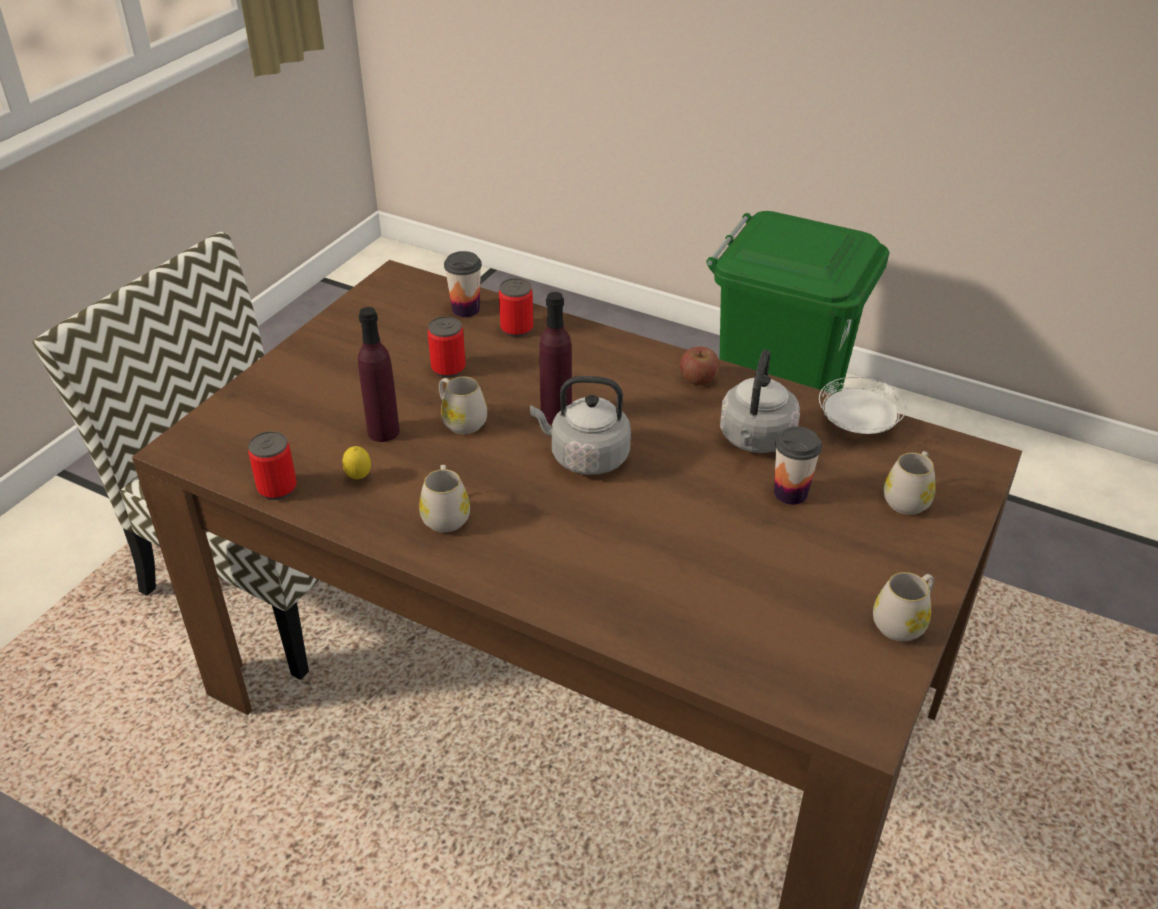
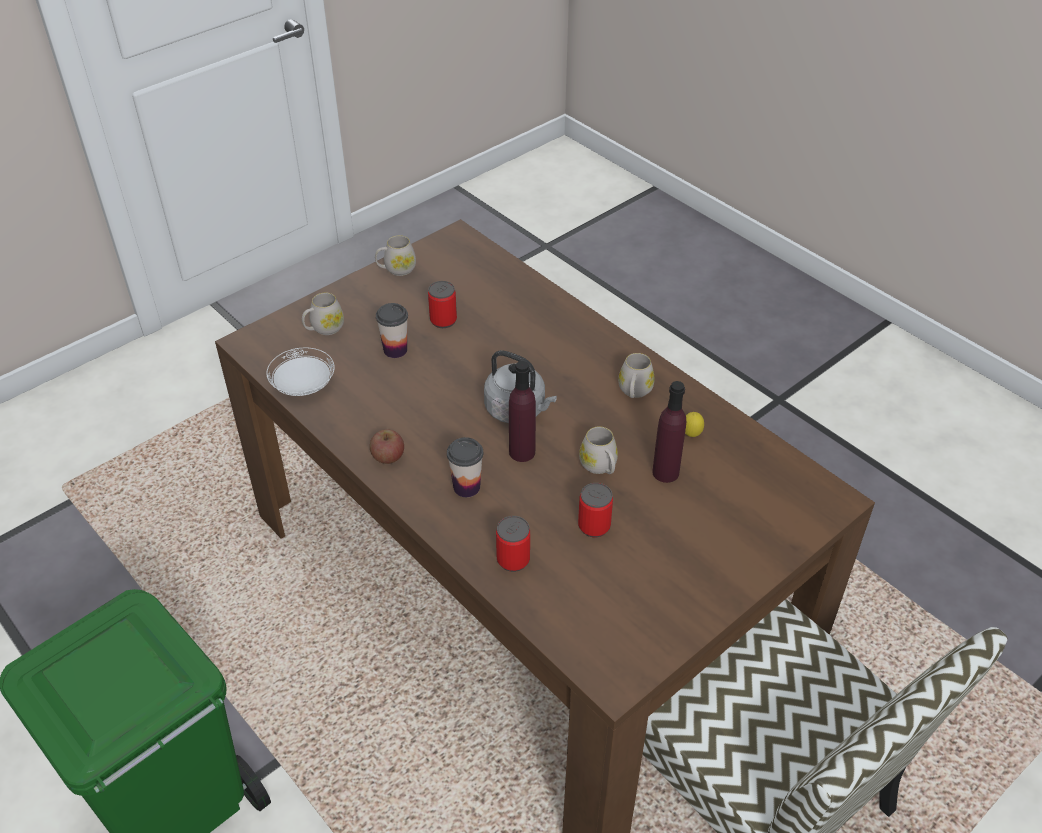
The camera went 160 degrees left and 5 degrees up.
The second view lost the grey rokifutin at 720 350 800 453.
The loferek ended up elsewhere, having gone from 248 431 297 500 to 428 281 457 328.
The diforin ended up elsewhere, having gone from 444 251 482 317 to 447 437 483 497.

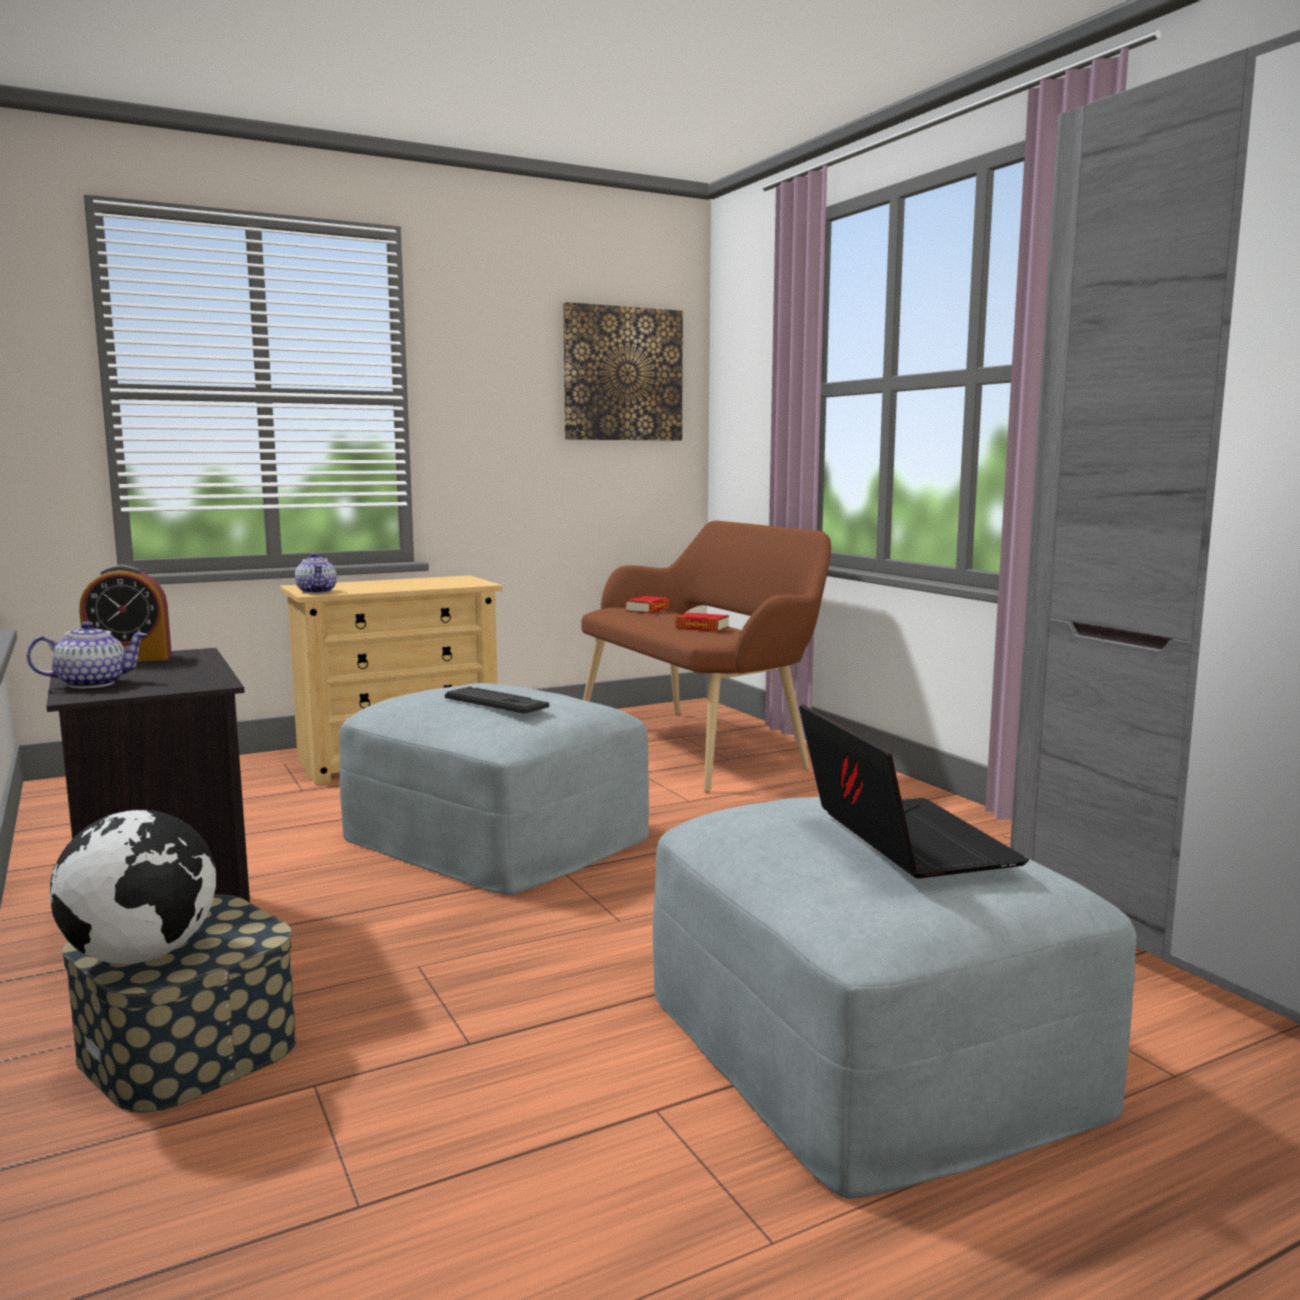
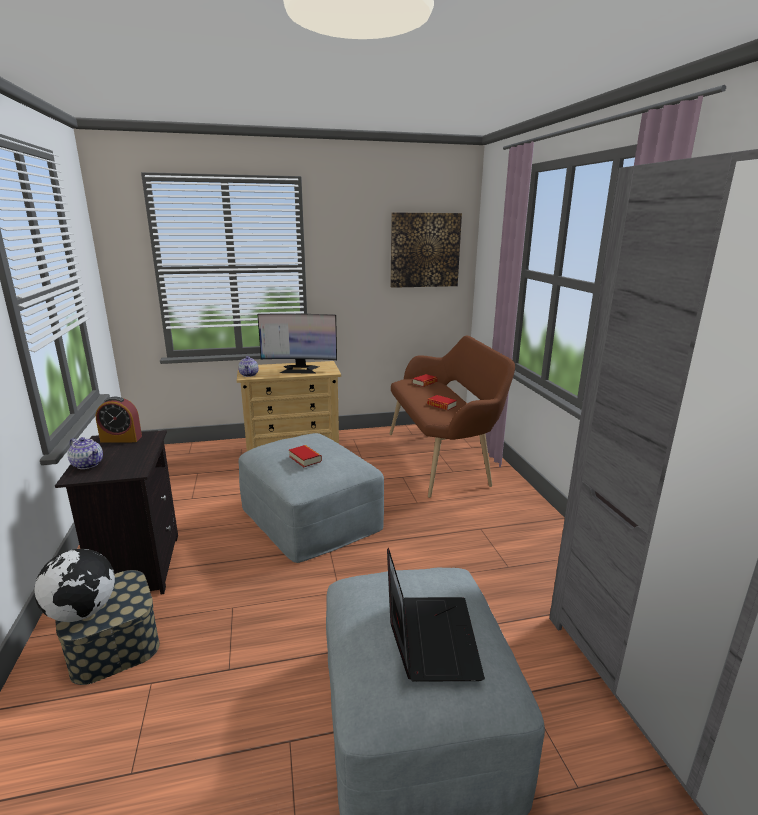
The camera went 15 degrees right and 10 degrees up.
The second view gained the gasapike at 257 314 337 374.
Where the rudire stood at 445 686 549 714, the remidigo came to stand at 289 445 322 467.
The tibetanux at 27 621 148 688 ended up facing another way, 45 degrees clockwise from before.

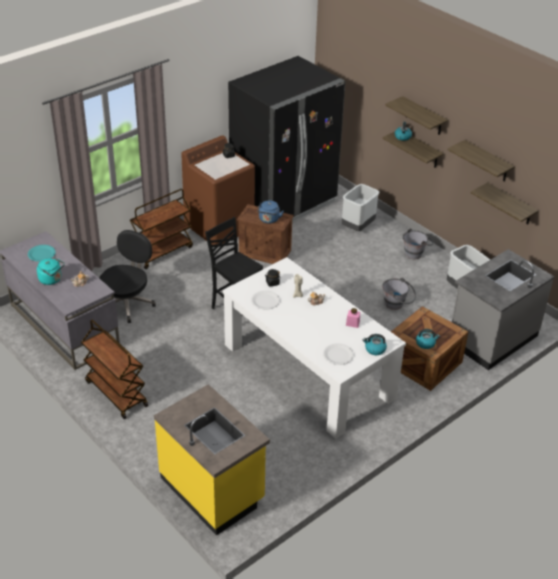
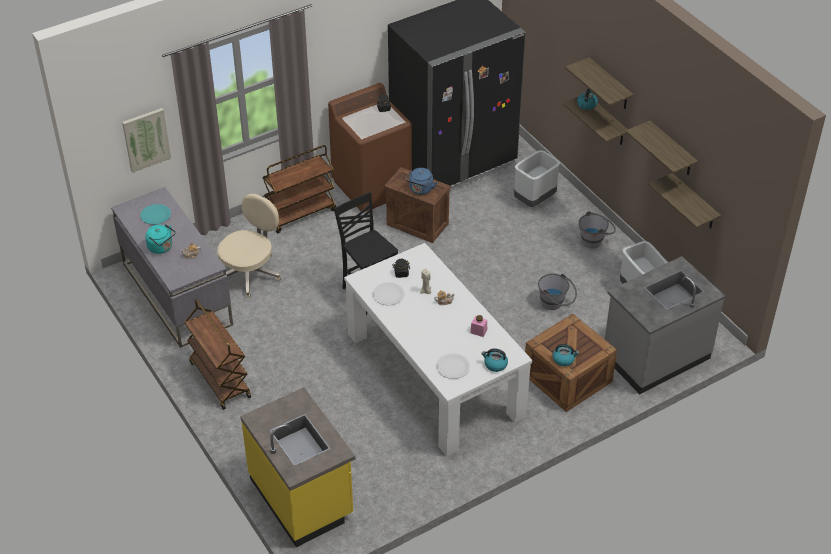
The camera went 10 degrees right and 5 degrees up.
The second view gained the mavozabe at 122 108 171 173.
What was the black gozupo at 99 230 156 323 turned into the beige gozupo at 217 194 281 298.

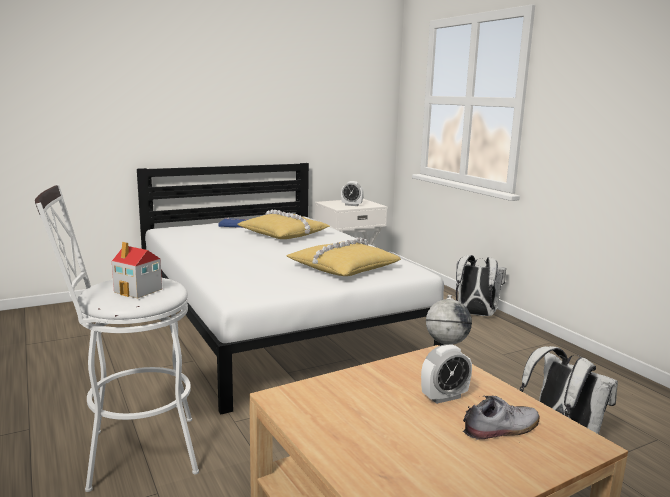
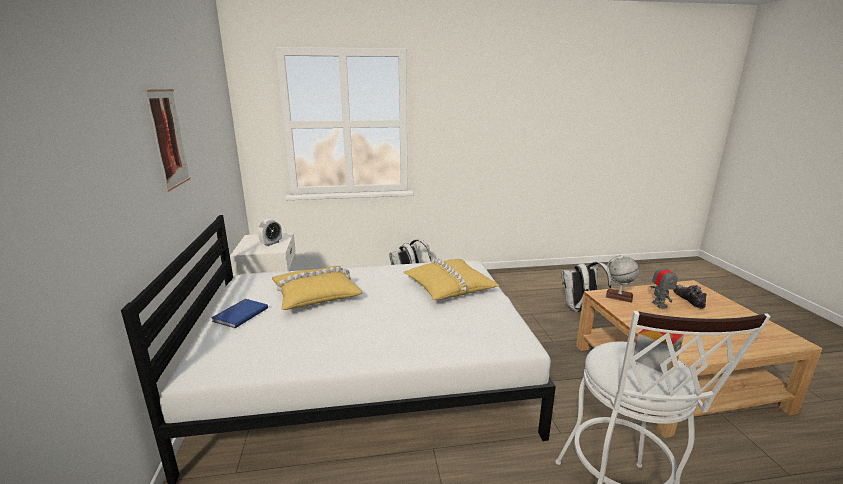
The camera went 70 degrees left and 5 degrees up.
The second view gained the mavozabe at 145 89 190 192.
Where the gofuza stood at 421 344 472 404, the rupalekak came to stand at 650 260 678 309.

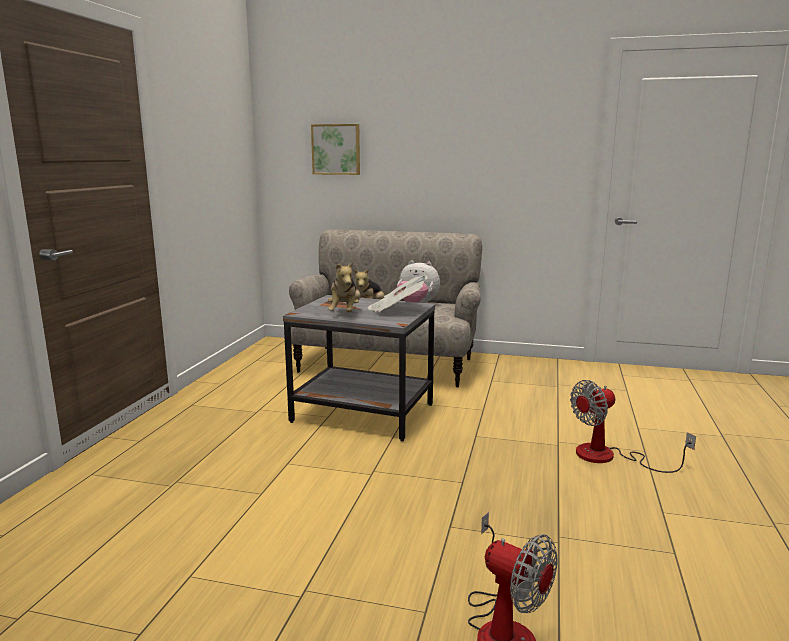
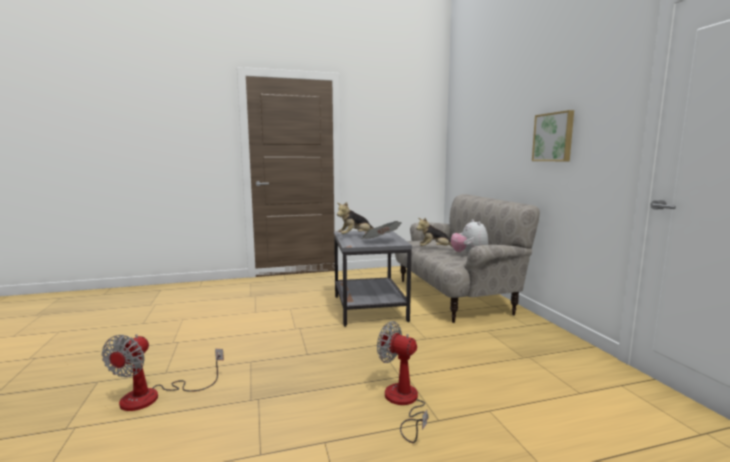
The camera went 60 degrees right and 5 degrees down.
The mavozabe ended up elsewhere, having gone from 311 124 360 175 to 532 110 574 161.

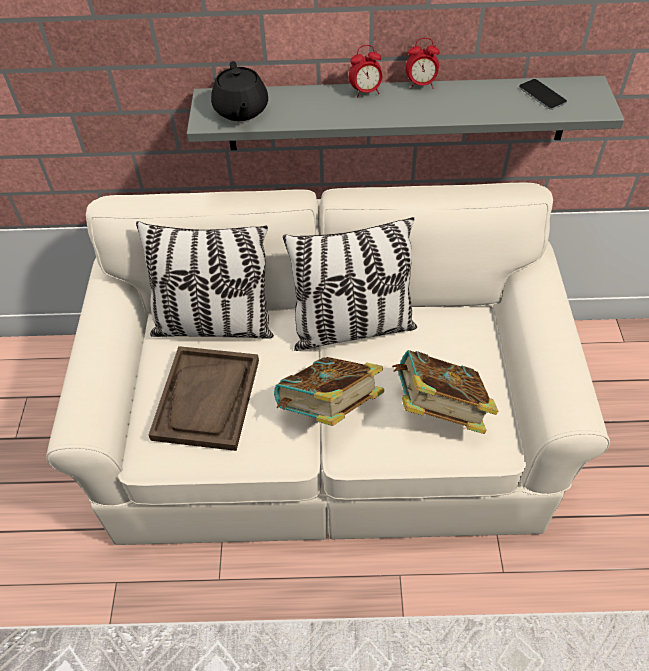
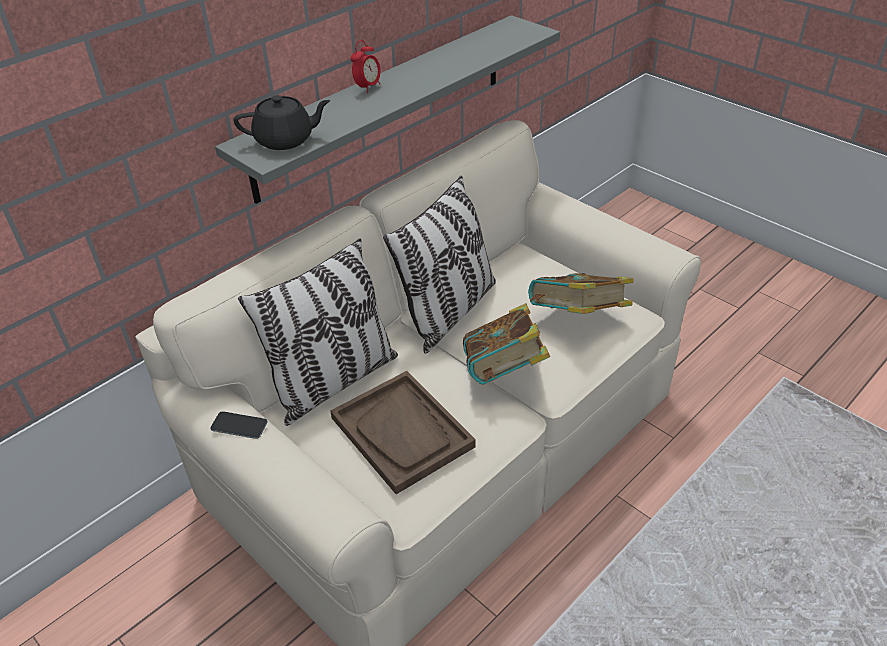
The camera went 45 degrees left and 10 degrees down.
The second view lost the gofuza at 405 38 440 89.
The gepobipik ended up elsewhere, having gone from 519 79 567 110 to 210 411 268 439.
The black tibetanux at 211 61 268 121 ended up facing another way, 45 degrees counterclockwise from before.

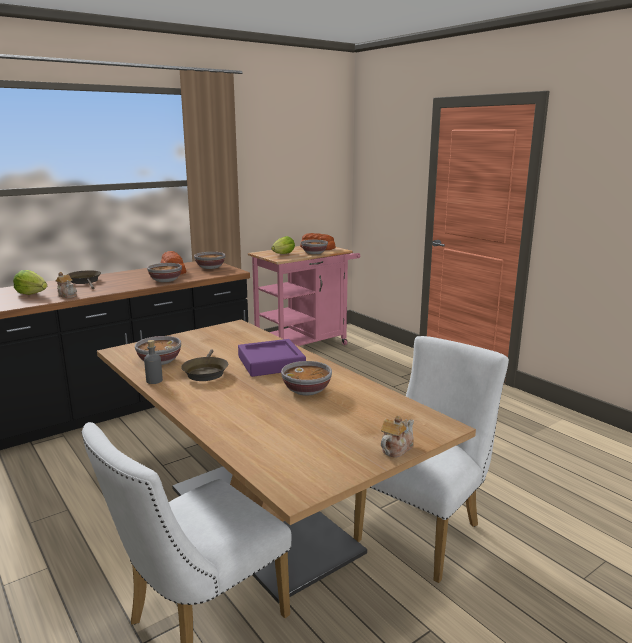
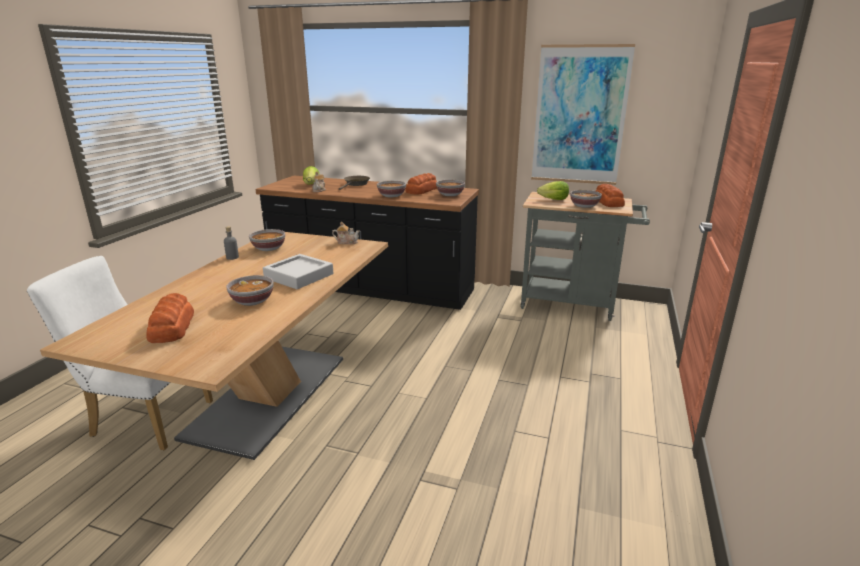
The camera went 55 degrees right and 5 degrees up.
The second view lost the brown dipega at 181 349 228 381.
The second view lost the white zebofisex at 354 336 509 583.
The second view gained the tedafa at 146 293 194 343.
The second view gained the mavozabe at 531 44 635 185.
The tibetanux ended up elsewhere, having gone from 381 416 414 458 to 332 222 360 244.
What was the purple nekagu at 238 339 306 377 turned into the grey nekagu at 263 254 333 289.
What was the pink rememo at 248 246 360 346 turned into the grey rememo at 521 192 650 321.

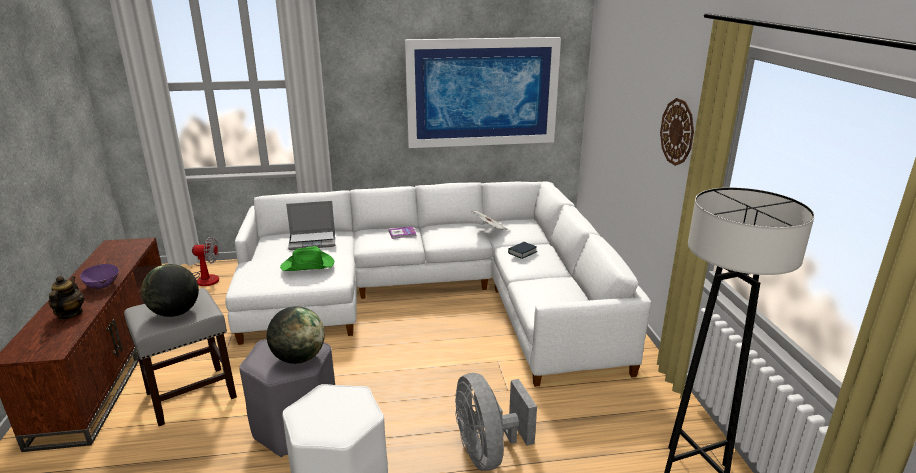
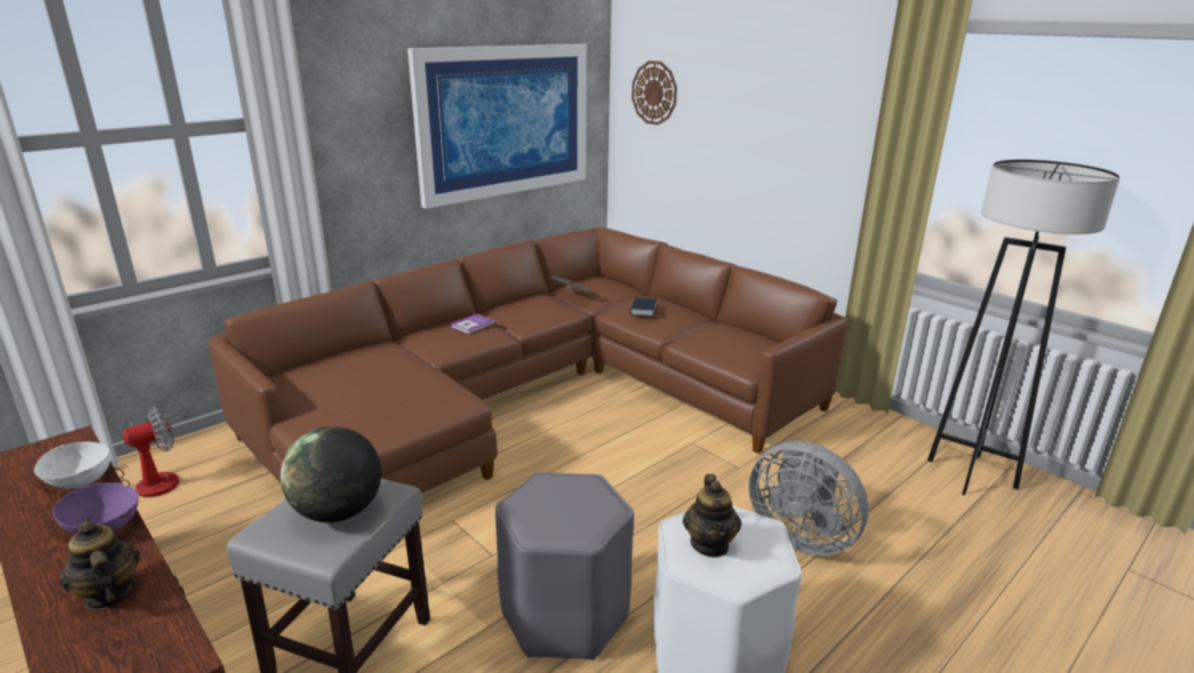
The camera went 35 degrees left and 0 degrees up.
The second view lost the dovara at 267 306 325 364.
The second view lost the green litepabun at 280 246 334 271.
The second view lost the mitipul at 286 201 335 250.
The second view gained the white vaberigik at 34 442 110 489.
The second view gained the tibetanux at 683 474 742 557.
The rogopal ended up elsewhere, having gone from 660 98 694 166 to 632 61 677 125.
What was the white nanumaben at 225 181 651 387 turned into the brown nanumaben at 208 227 848 493.

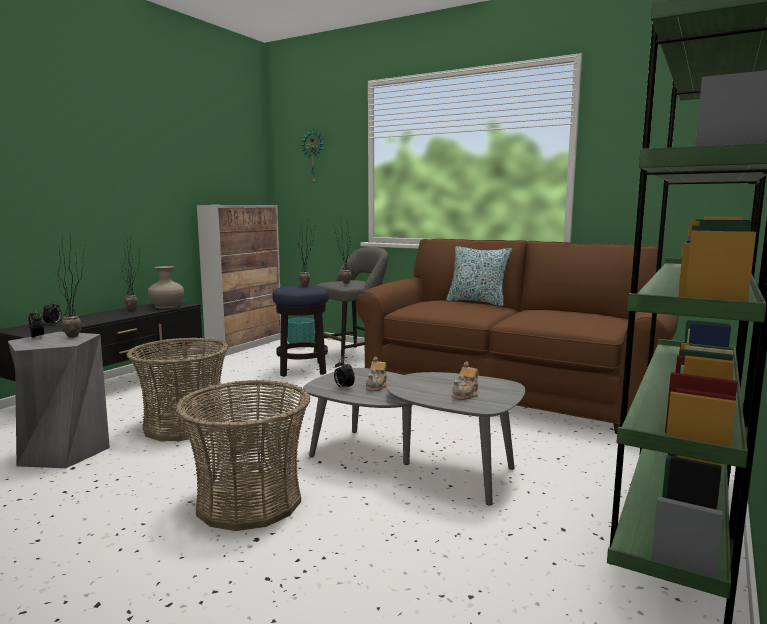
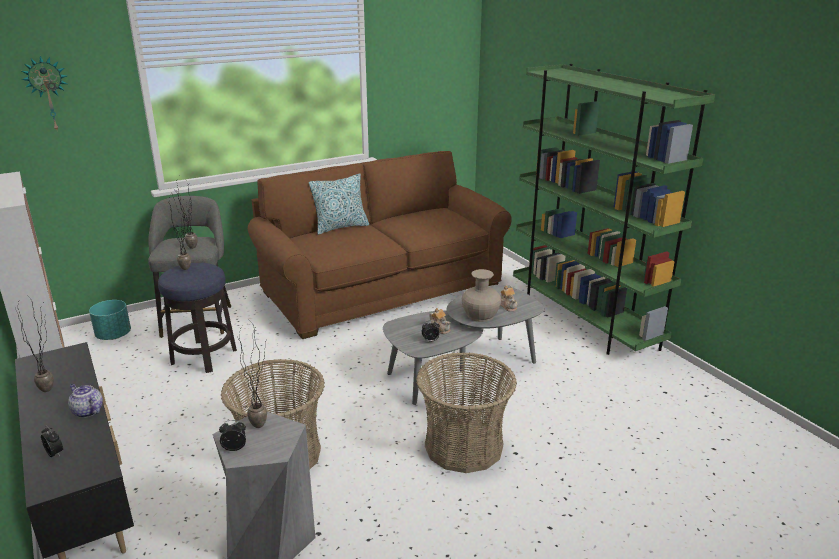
The camera went 60 degrees left and 15 degrees up.
The second view gained the tibetanux at 68 384 103 418.
The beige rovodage ended up elsewhere, having gone from 148 266 184 309 to 462 269 501 322.

